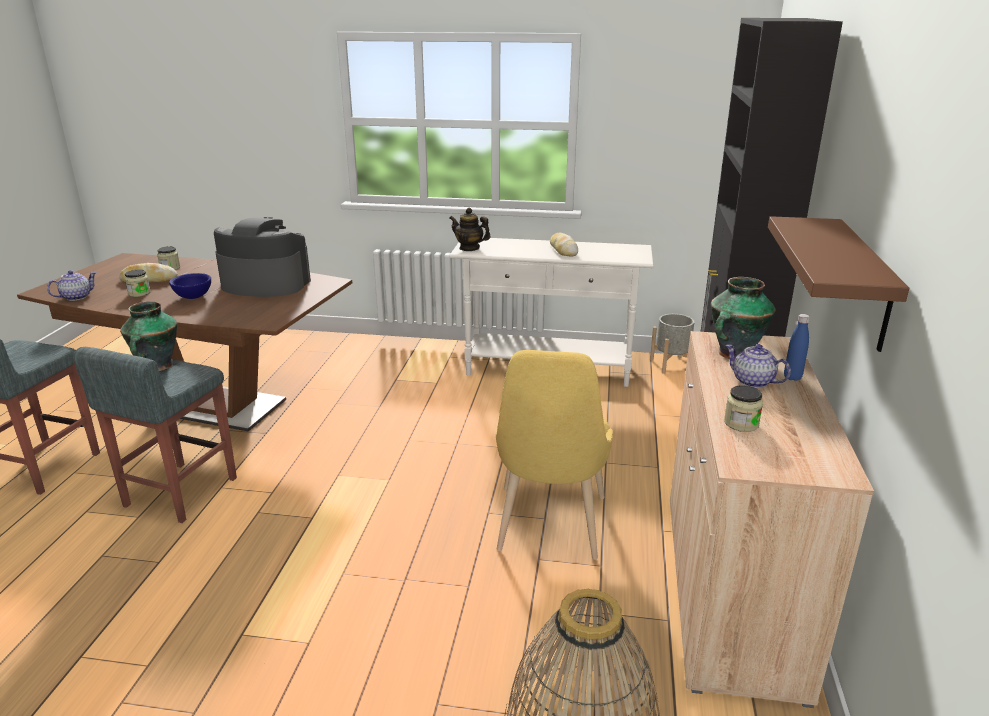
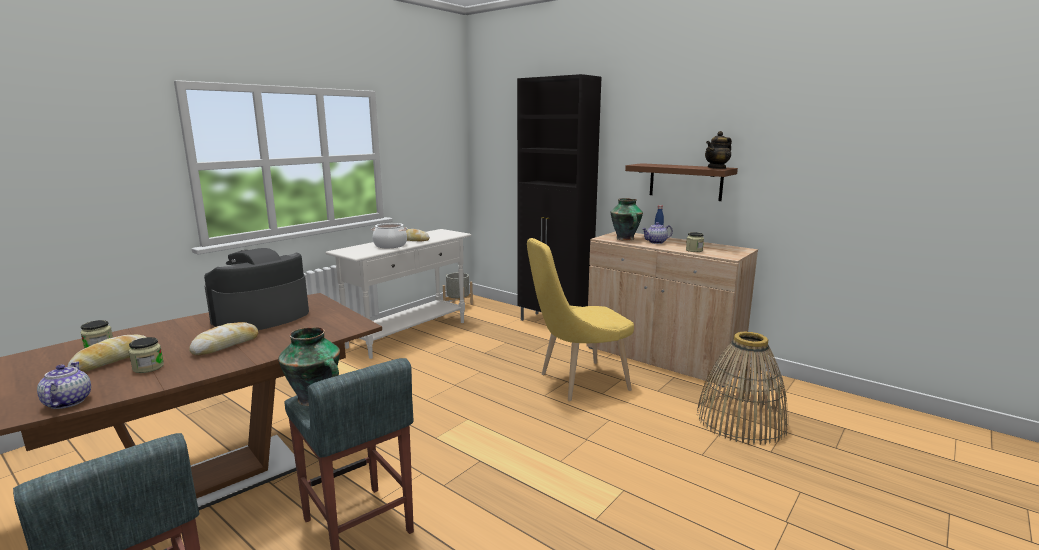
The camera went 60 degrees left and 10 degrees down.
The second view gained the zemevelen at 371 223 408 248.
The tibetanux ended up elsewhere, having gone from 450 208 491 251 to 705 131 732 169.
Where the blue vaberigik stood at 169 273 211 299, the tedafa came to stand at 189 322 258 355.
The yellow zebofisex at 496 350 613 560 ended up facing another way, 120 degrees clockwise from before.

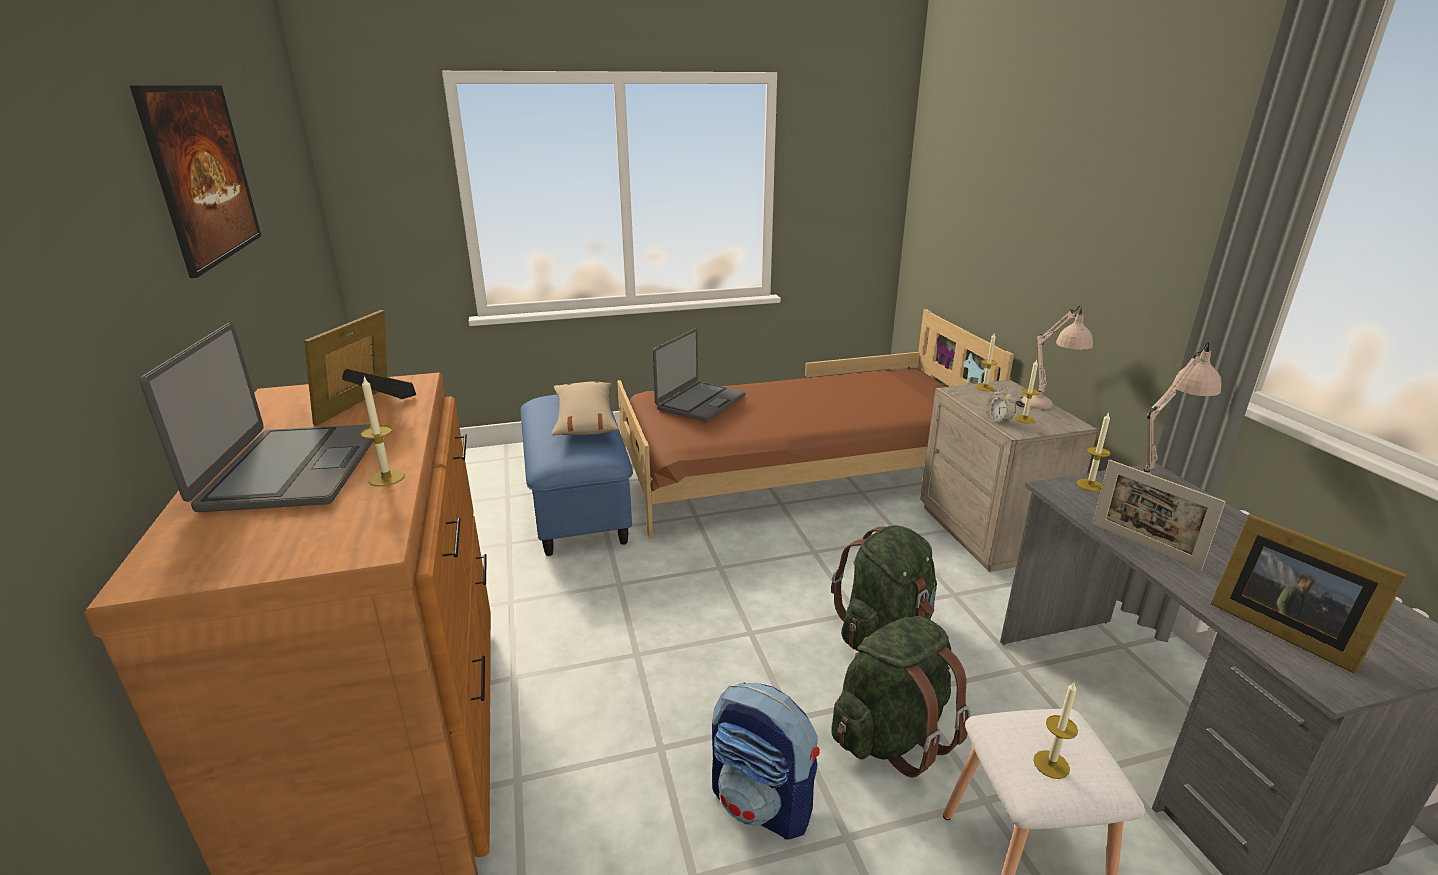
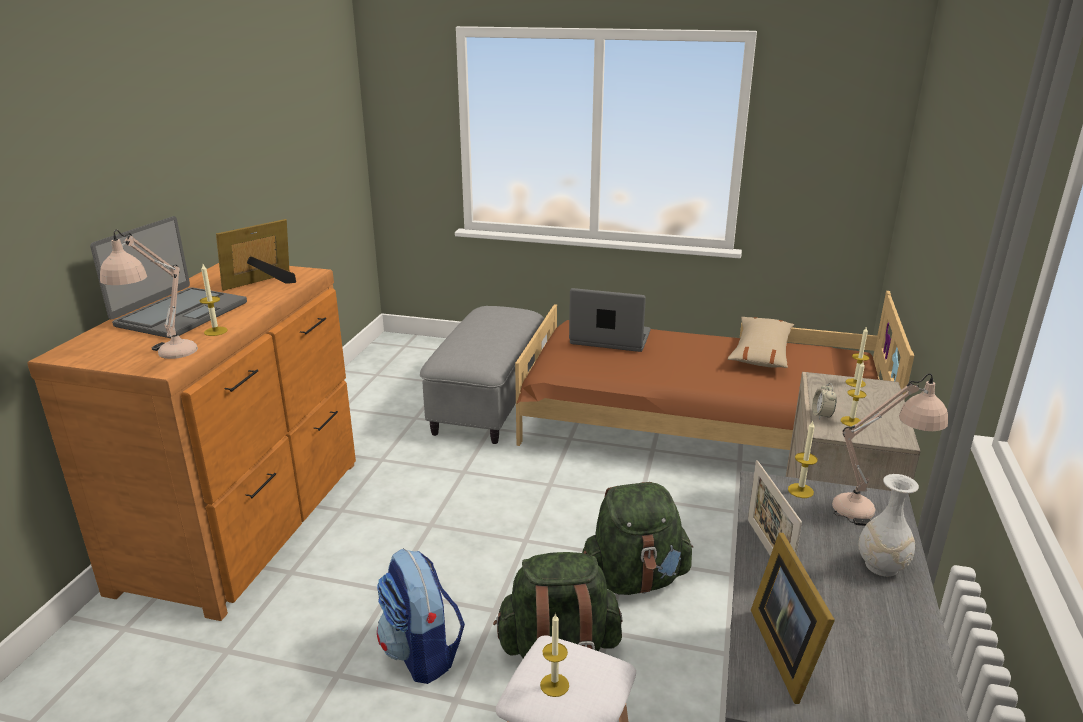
The camera went 30 degrees right and 0 degrees up.
The second view lost the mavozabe at 130 85 261 278.
The second view gained the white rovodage at 859 474 919 577.
The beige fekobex ended up elsewhere, having gone from 552 381 619 436 to 728 317 794 368.
The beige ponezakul ended up elsewhere, having gone from 1015 306 1093 409 to 100 230 198 359.
What was the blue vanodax at 520 395 633 556 turned into the grey vanodax at 420 306 544 444.
The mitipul at 653 328 745 422 ended up facing another way, 135 degrees counterclockwise from before.

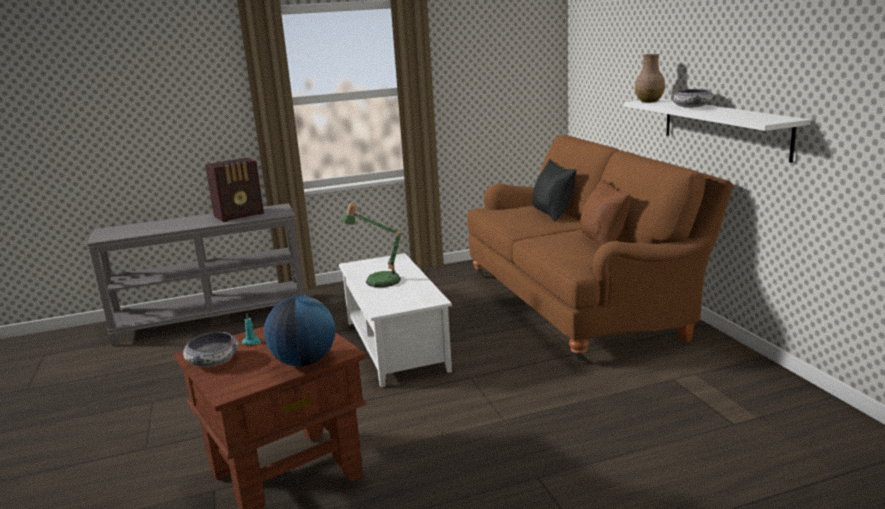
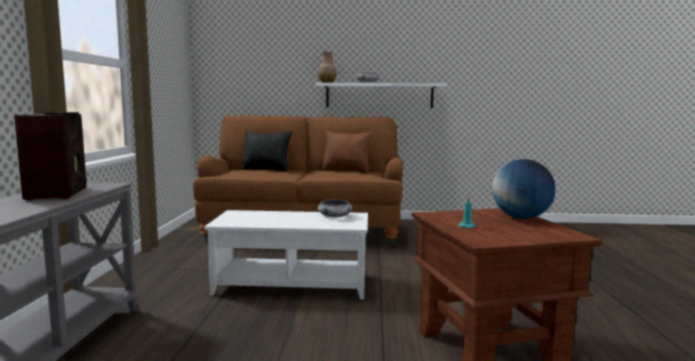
The camera went 70 degrees left and 10 degrees down.
The second view lost the ponezakul at 341 203 403 287.
The vaberigik ended up elsewhere, having gone from 183 332 239 367 to 318 200 352 218.

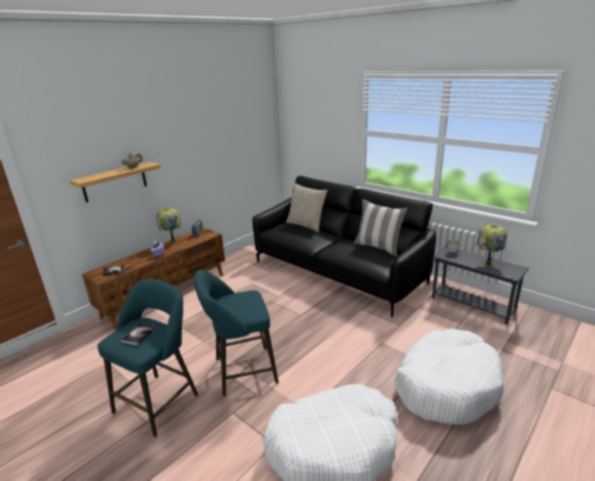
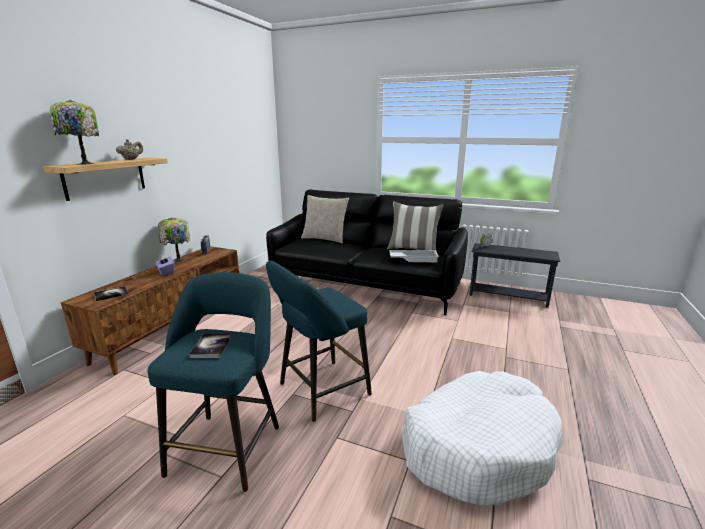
The camera went 20 degrees left and 5 degrees down.
The second view lost the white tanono at 395 328 504 424.
The second view gained the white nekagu at 389 250 439 262.
The ponezakul ended up elsewhere, having gone from 477 224 508 266 to 50 100 99 165.

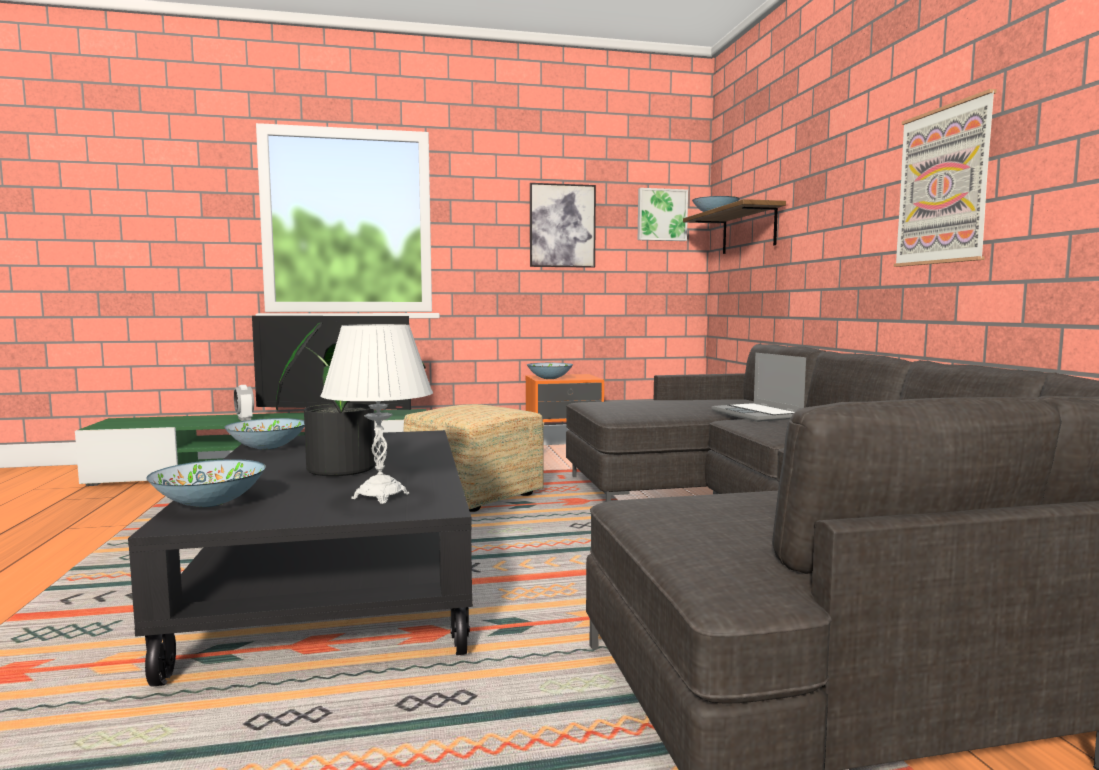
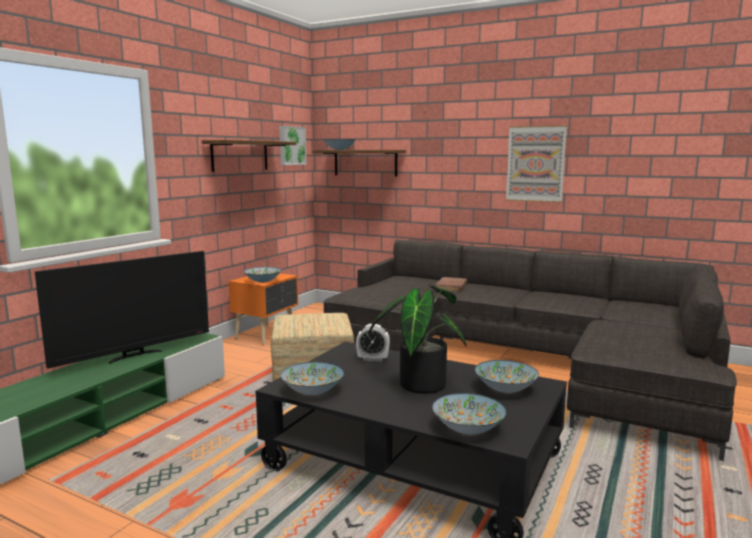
The camera went 50 degrees left and 5 degrees up.
The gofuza ended up elsewhere, having gone from 234 385 254 421 to 356 324 390 362.
Where the white ponezakul stood at 321 324 433 504, the vaberigik came to stand at 475 360 539 393.
Where the mavozabe hung at 530 183 596 268, the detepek came to hang at 202 140 296 172.
Where the mitipul stood at 712 353 806 422, the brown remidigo came to stand at 434 277 467 292.

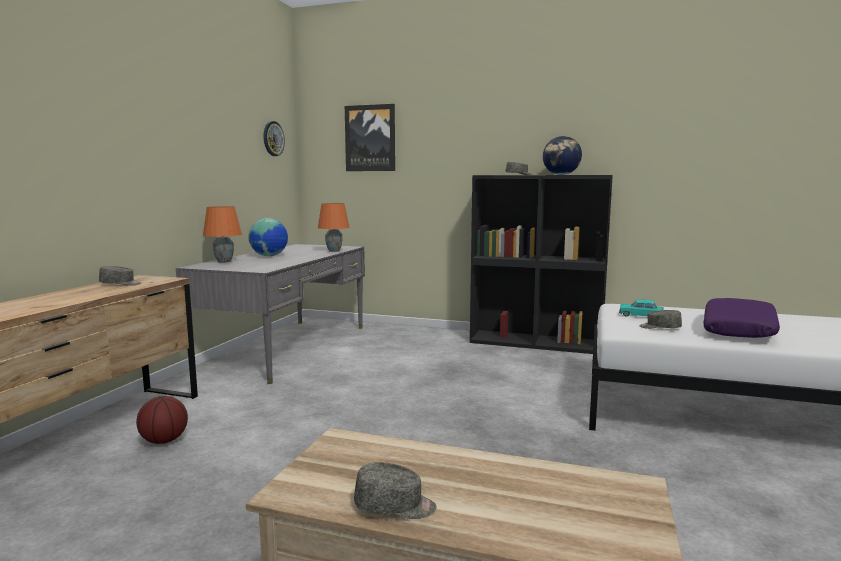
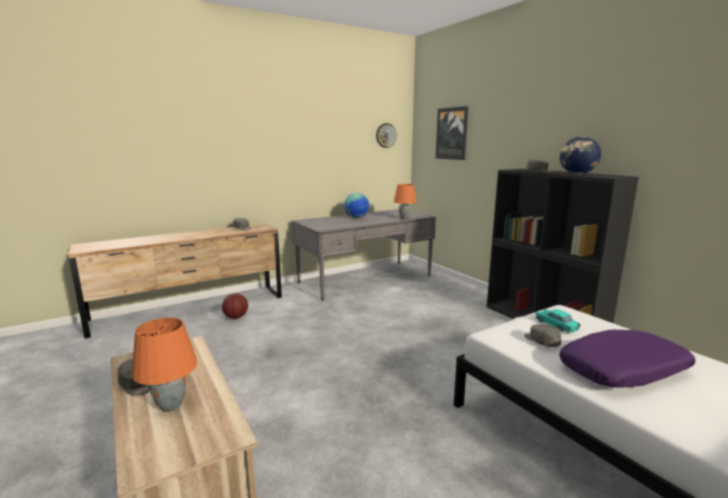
The camera went 40 degrees right and 5 degrees up.
The orange ponezakul ended up elsewhere, having gone from 203 206 242 263 to 132 318 197 412.

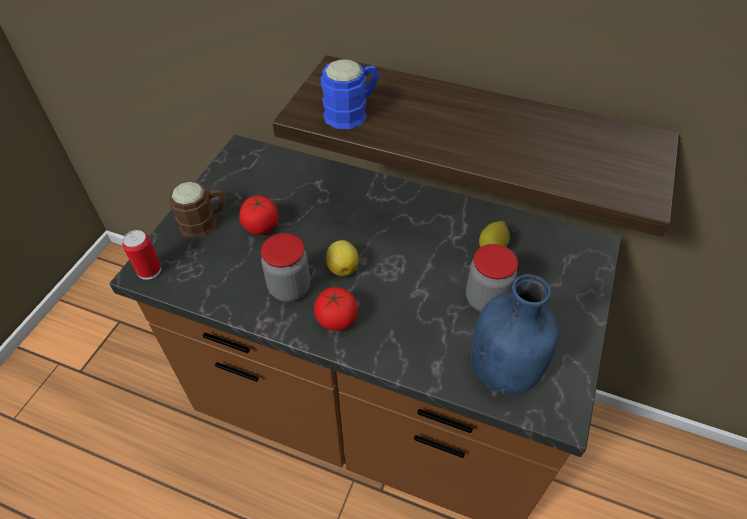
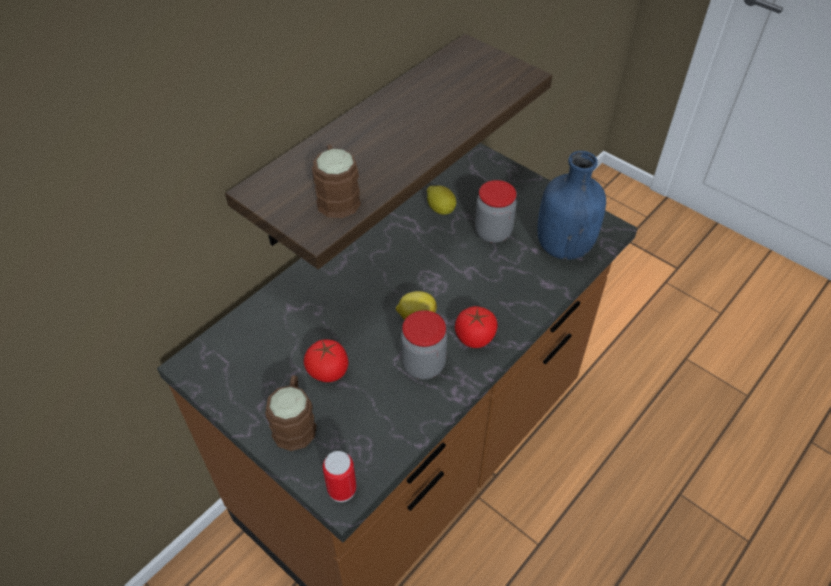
The camera went 70 degrees left and 0 degrees up.
What was the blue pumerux at 321 59 380 129 turned into the brown pumerux at 312 145 361 218.

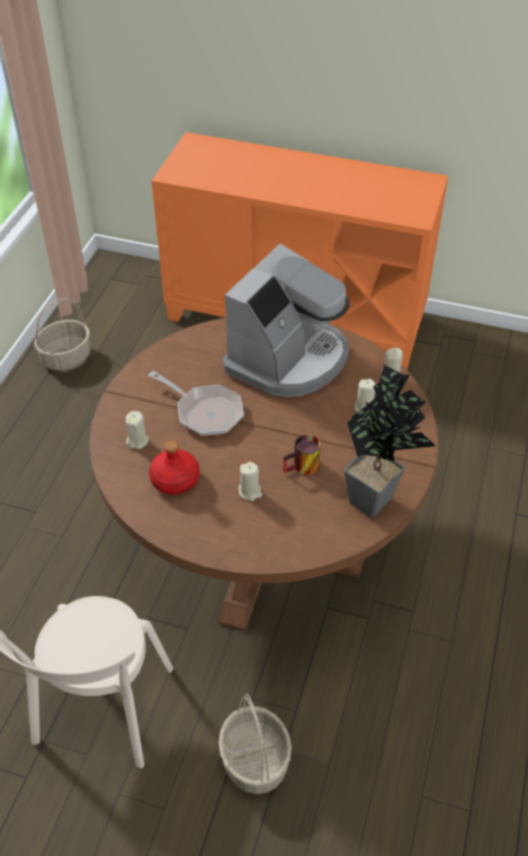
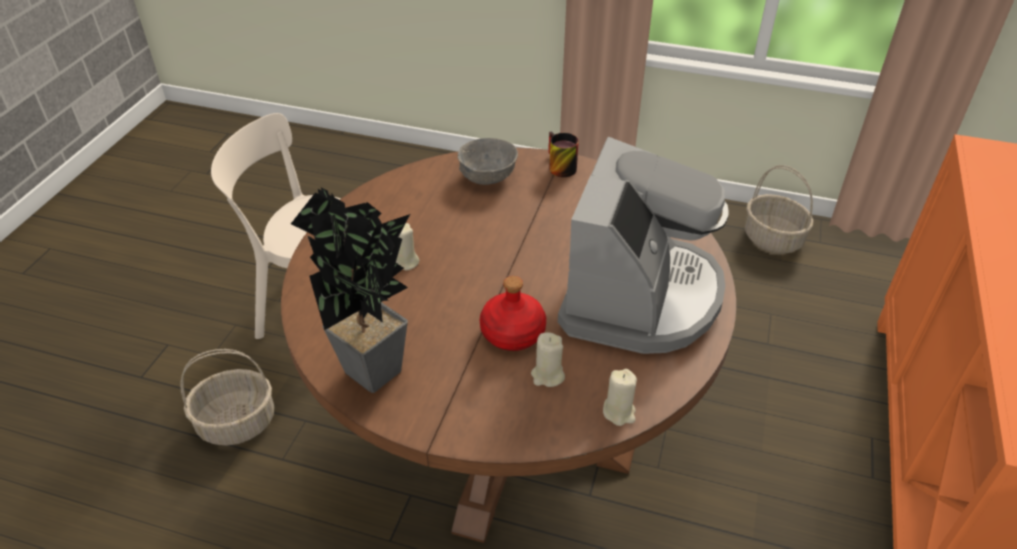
The camera went 90 degrees right and 5 degrees down.
The second view lost the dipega at 148 371 244 436.
The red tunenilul ended up elsewhere, having gone from 149 440 200 495 to 480 276 546 351.
The pumerux ended up elsewhere, having gone from 283 435 321 475 to 548 131 579 177.
Where the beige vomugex stood at 126 411 149 449, the grey vaberigik came to stand at 457 138 518 185.
The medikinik at 223 243 350 397 ended up facing another way, 105 degrees counterclockwise from before.

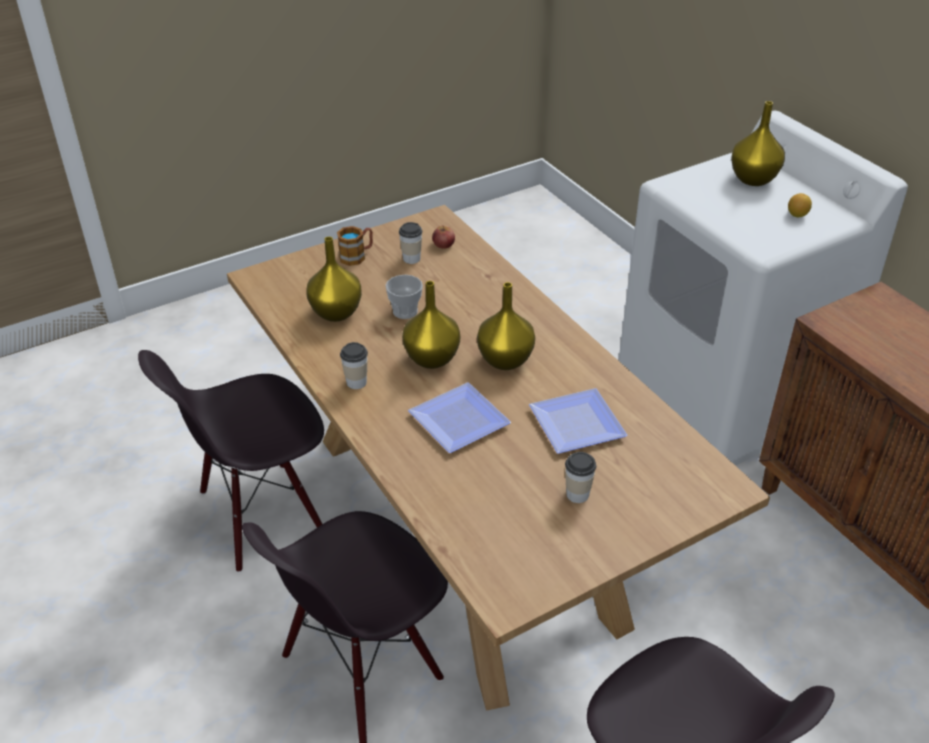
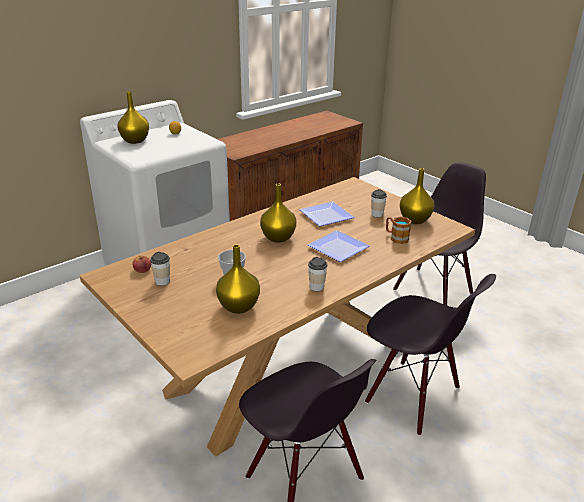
The camera went 100 degrees left and 10 degrees down.
The pumerux ended up elsewhere, having gone from 337 226 373 266 to 386 217 411 244.
The yellow rovodage ended up elsewhere, having gone from 402 281 460 369 to 400 168 435 224.

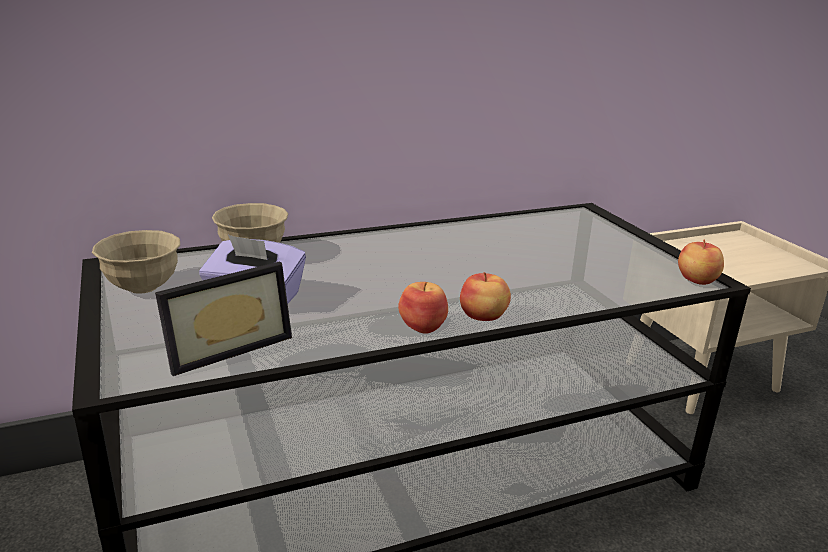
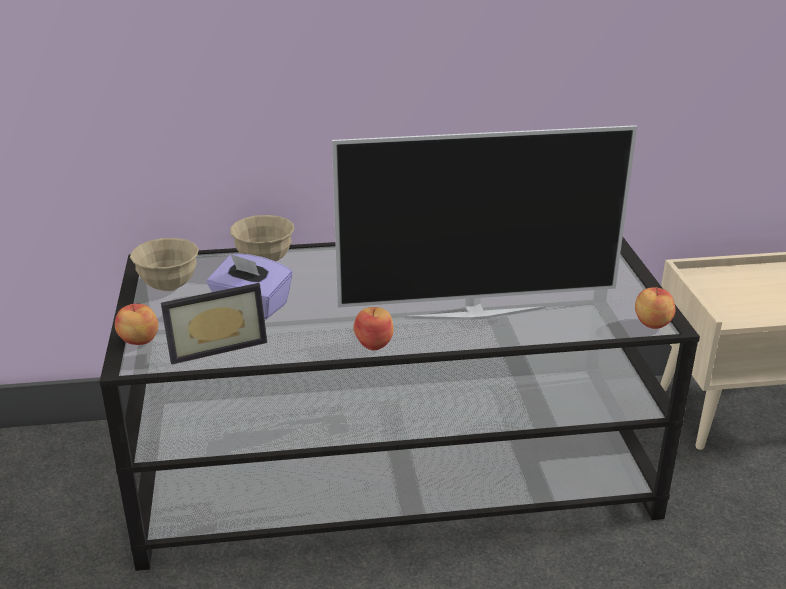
The camera went 15 degrees right and 5 degrees up.
The second view gained the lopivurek at 332 125 637 320.
The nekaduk ended up elsewhere, having gone from 460 272 511 321 to 115 304 158 345.

